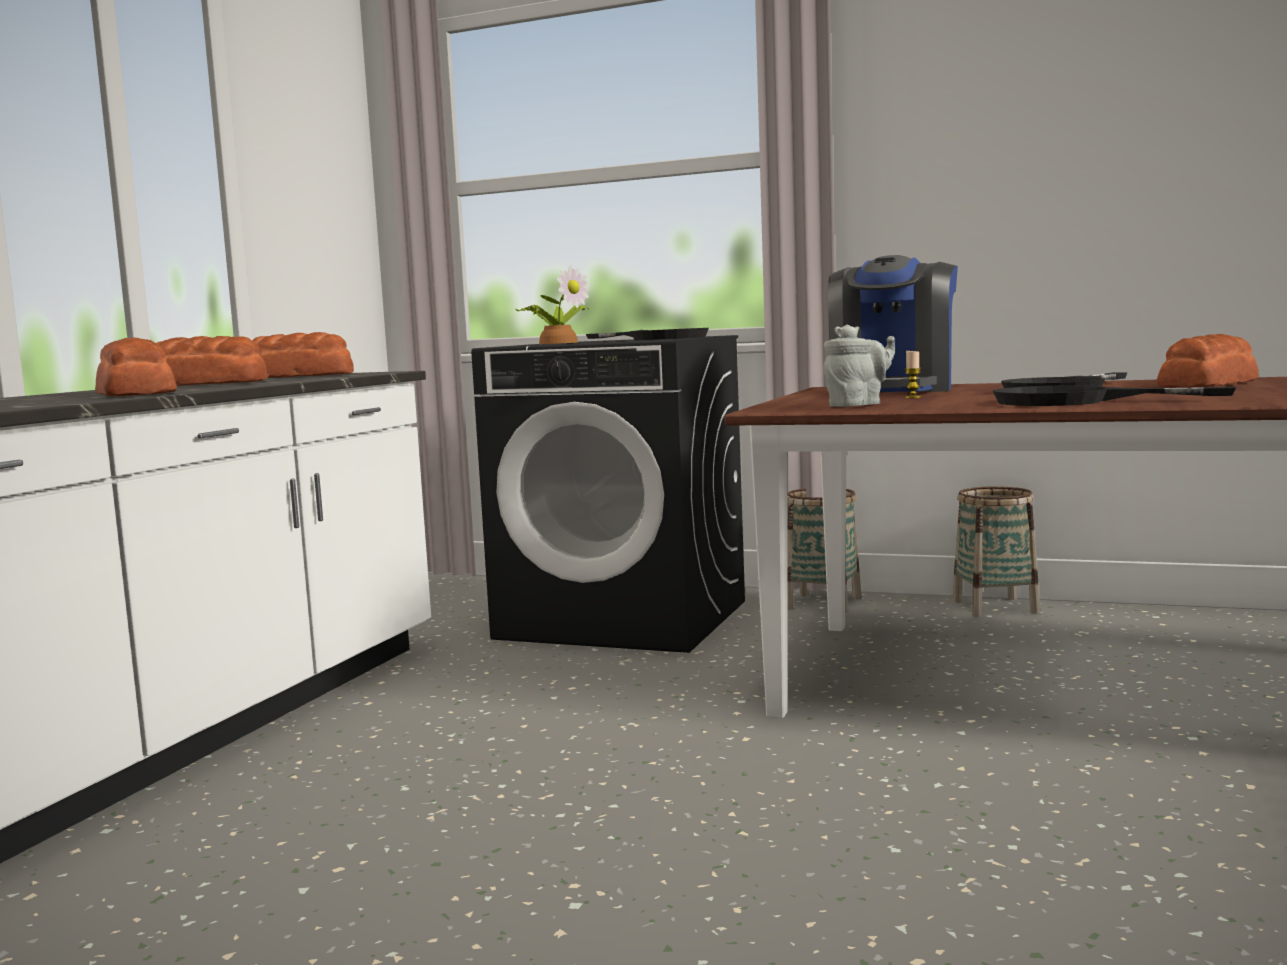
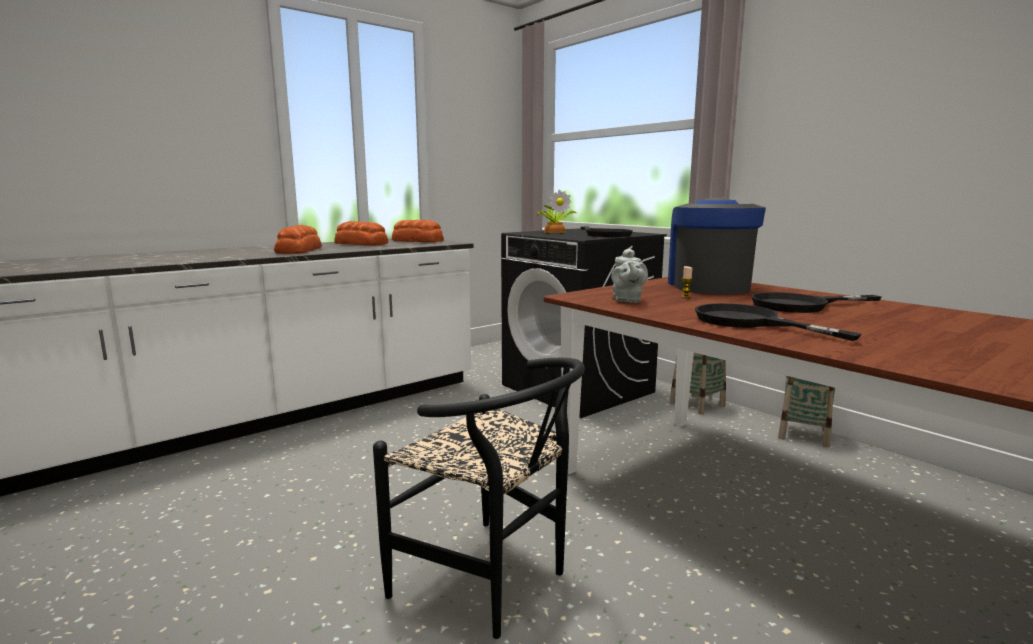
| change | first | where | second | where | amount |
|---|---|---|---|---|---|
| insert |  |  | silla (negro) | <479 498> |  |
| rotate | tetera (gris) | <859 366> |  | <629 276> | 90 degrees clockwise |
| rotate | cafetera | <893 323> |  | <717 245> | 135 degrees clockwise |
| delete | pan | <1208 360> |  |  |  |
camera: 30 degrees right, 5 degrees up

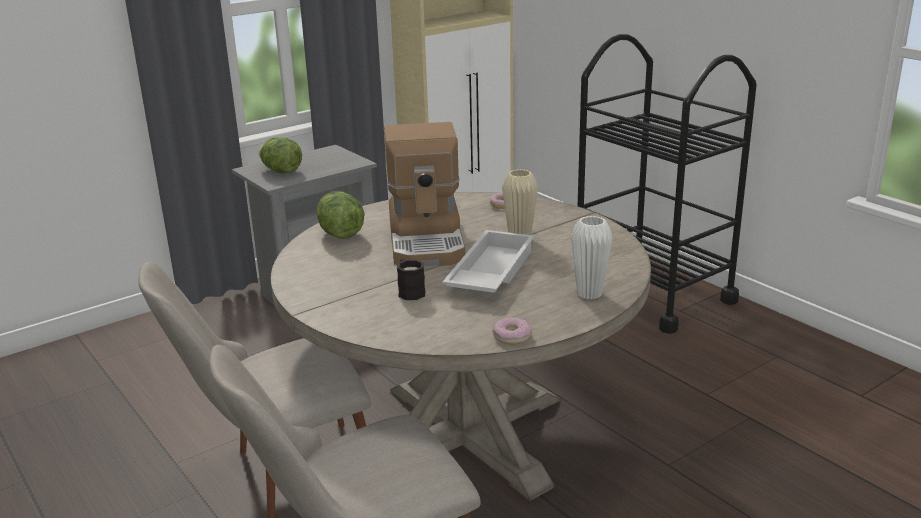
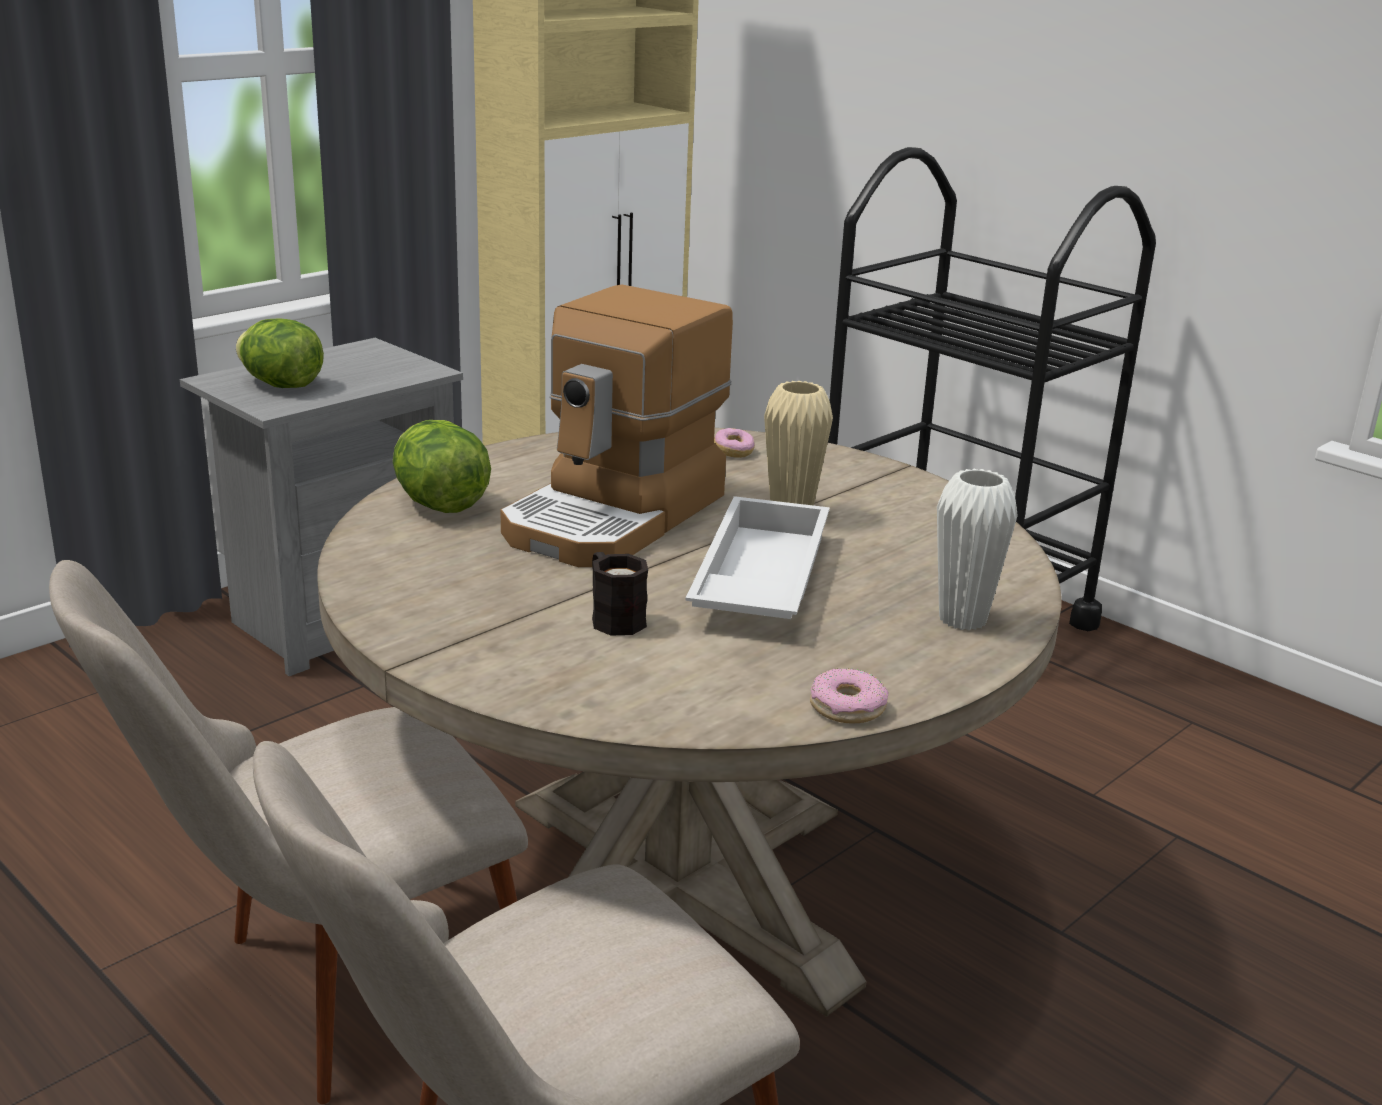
| change | first | where | second | where | amount |
|---|---|---|---|---|---|
| rotate | cafetera | <424 194> |  | <616 425> | 45 degrees clockwise |
camera: 10 degrees left, 0 degrees up

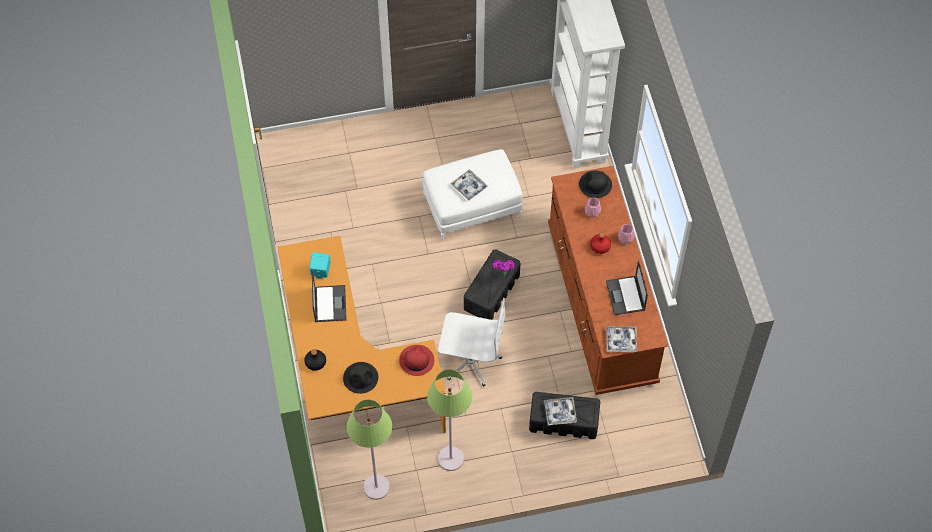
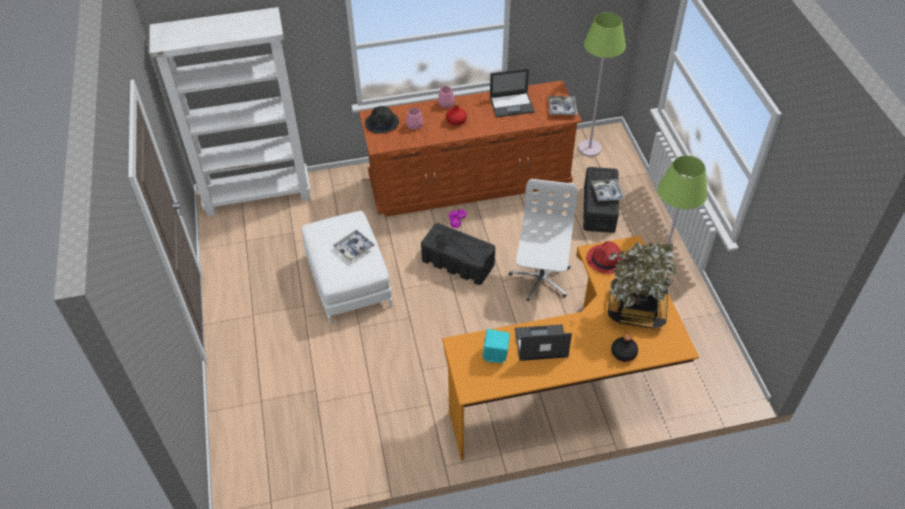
| change | first | where | second | where | amount |
|---|---|---|---|---|---|
| move | lámpara de pie (verde) | <369 450> |  | <602 84> |  |
| replace | sombrero (negro) | <360 378> | planta en maceta | <643 285> |  |
camera: 90 degrees left, 10 degrees down

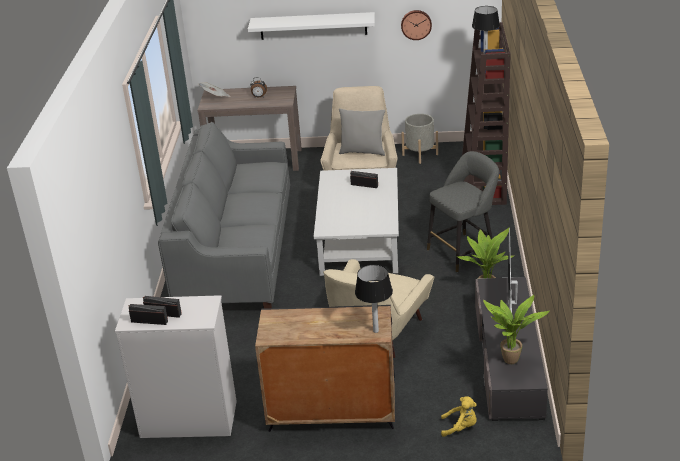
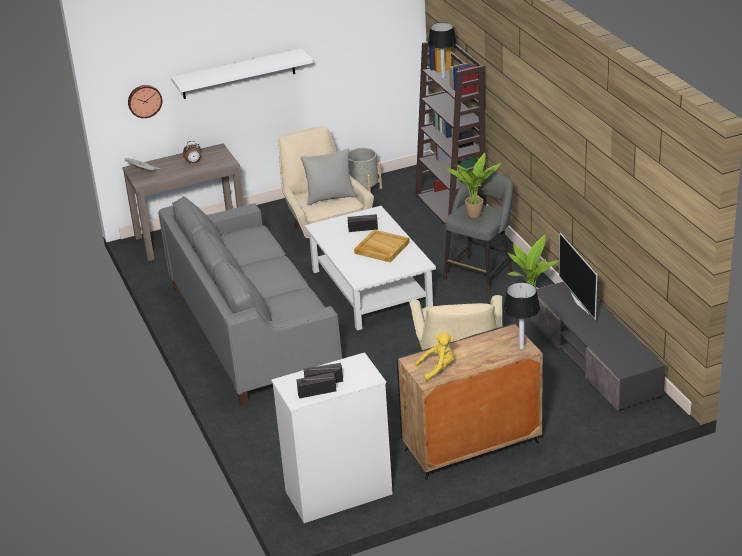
| change | first | where | second | where | amount |
|---|---|---|---|---|---|
| move | reloj de pared | <416 25> |  | <145 101> |  |
| insert |  |  | bandeja (beis) | <382 246> |  |
| move | peluche (amarillo) | <459 416> |  | <435 356> |  |
| move | planta en maceta | <516 329> |  | <473 186> |  |
camera: 25 degrees left, 0 degrees up

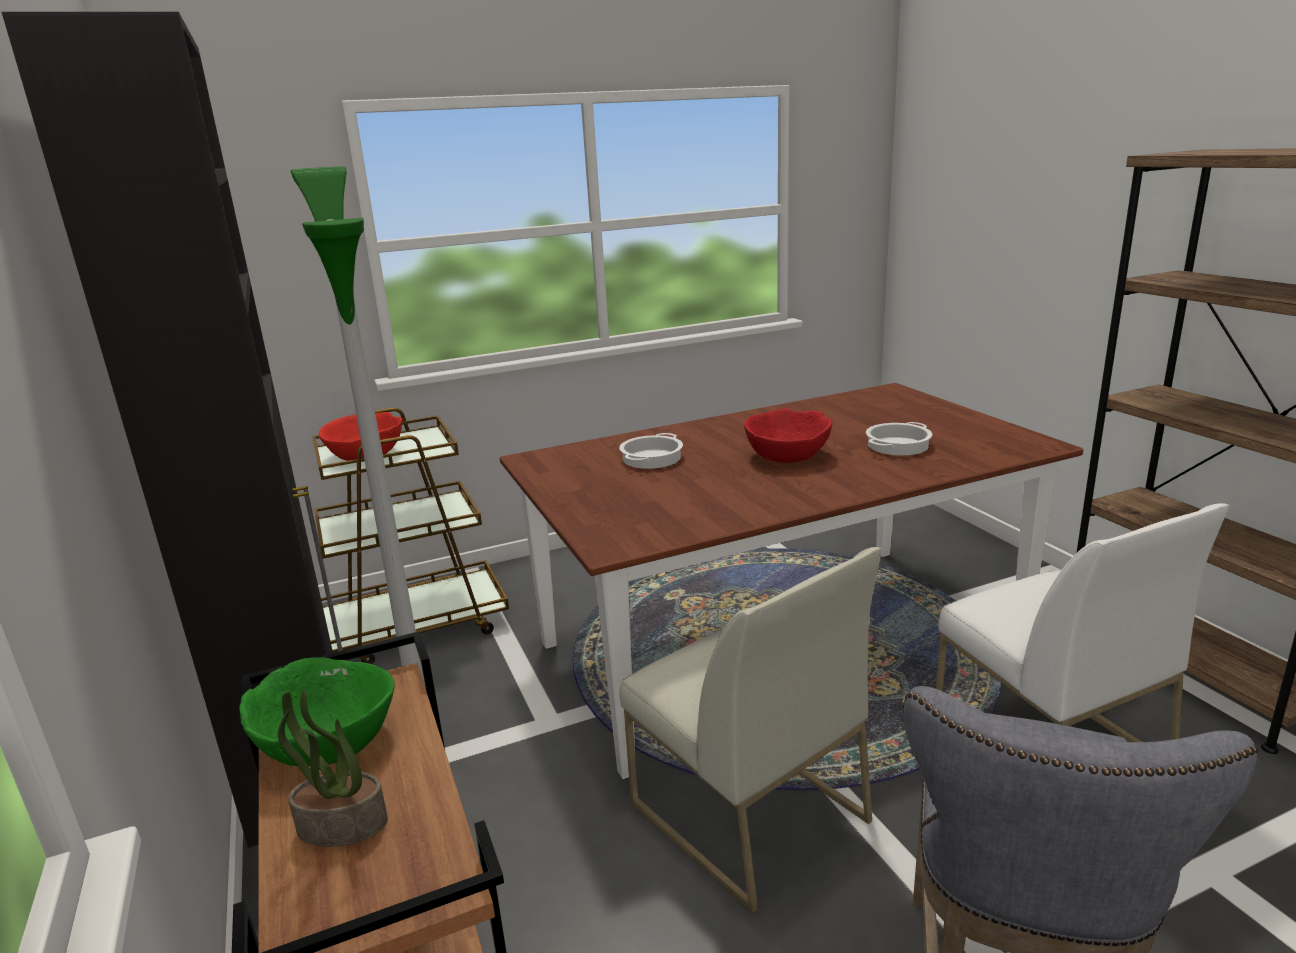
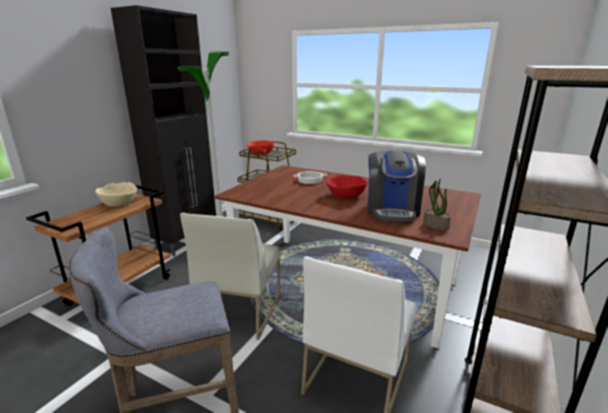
| change | first | where | second | where | amount |
|---|---|---|---|---|---|
| recolor | cuenco (verde) | <317 711> | cuenco (beis) | <116 194> |  |
| replace | olla | <899 438> | cafetera | <397 186> |  |
| move | planta en maceta | <333 768> |  | <437 204> |  |
camera: 50 degrees right, 0 degrees up

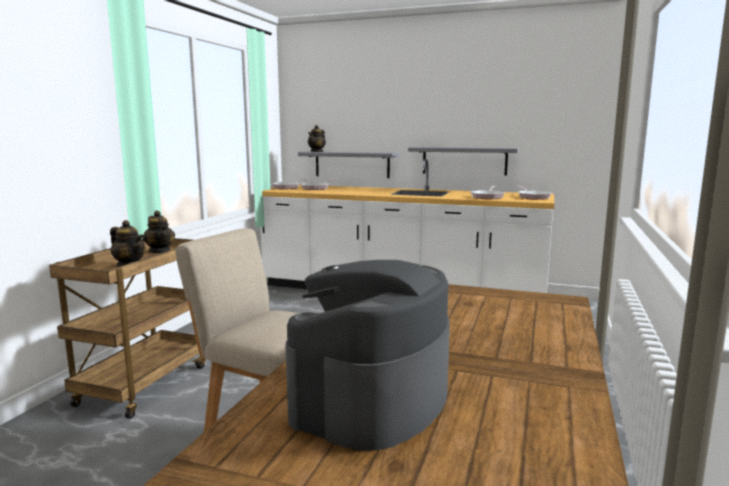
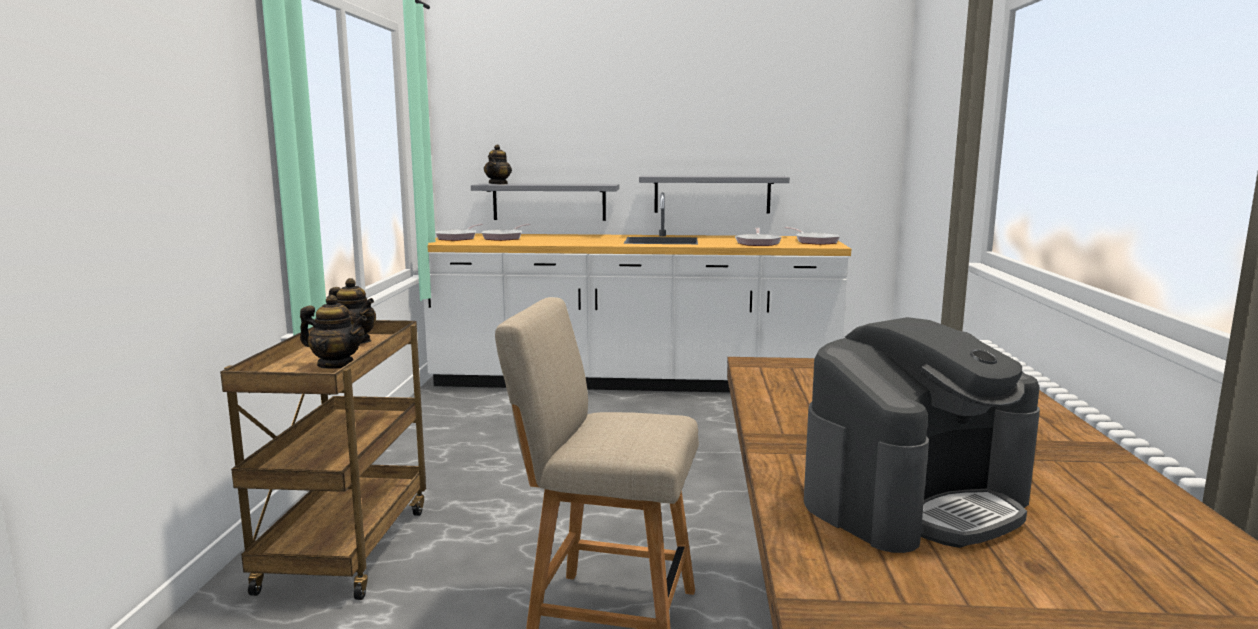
| change | first | where | second | where | amount |
|---|---|---|---|---|---|
| rotate | cafetera | <367 355> |  | <922 435> | 135 degrees counterclockwise |
camera: 15 degrees left, 0 degrees up

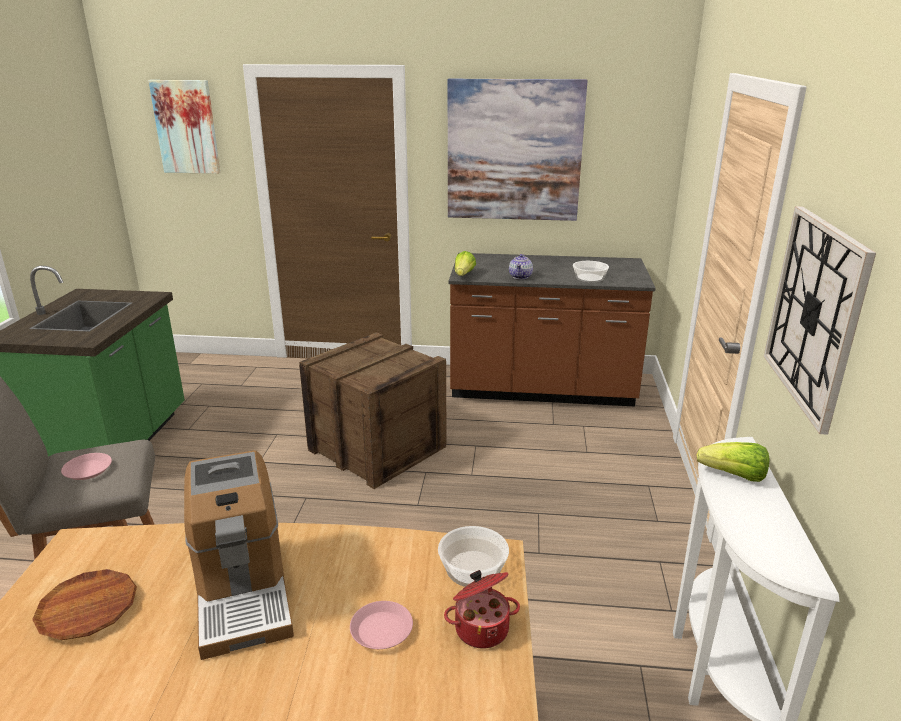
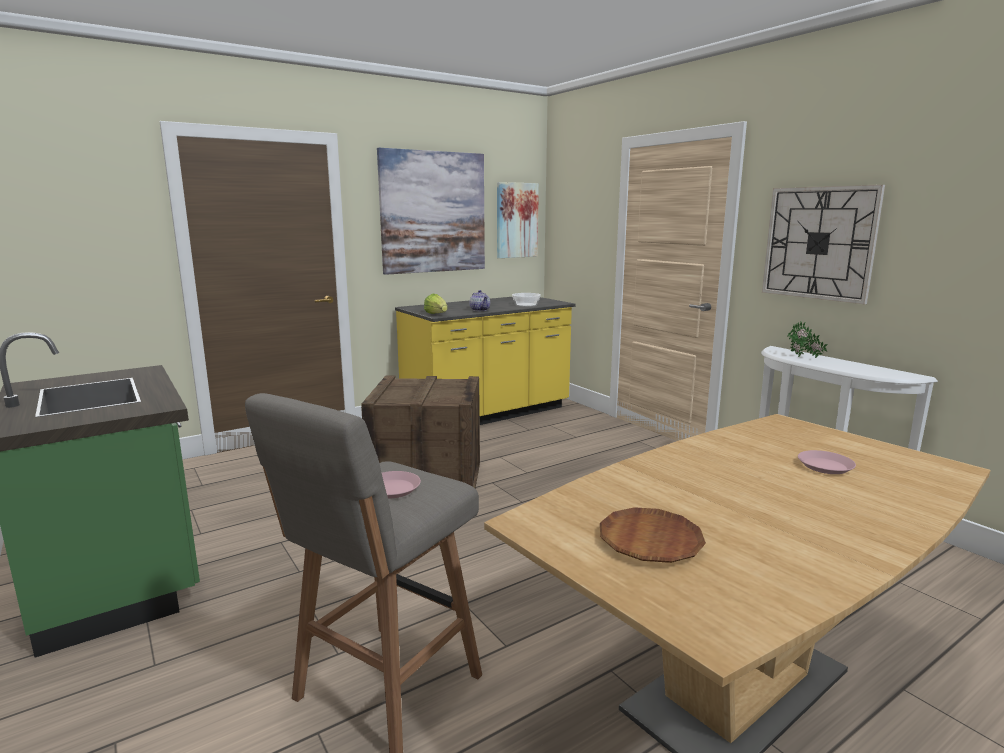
| change | first | where | second | where | amount |
|---|---|---|---|---|---|
| recolor | mueble bajo de cocina (marrón) | <552 329> | mueble bajo de cocina (amarillo) | <485 361> |  |
| move | cuadro | <184 127> |  | <518 220> |  |
| replace | lechuga | <733 462> | planta en maceta | <807 339> |  |
| delete | cafetera | <239 555> |  |  |  |
| delete | cuenco | <473 556> |  |  |  |
| delete | olla | <482 609> |  |  |  |
camera: 40 degrees left, 10 degrees down

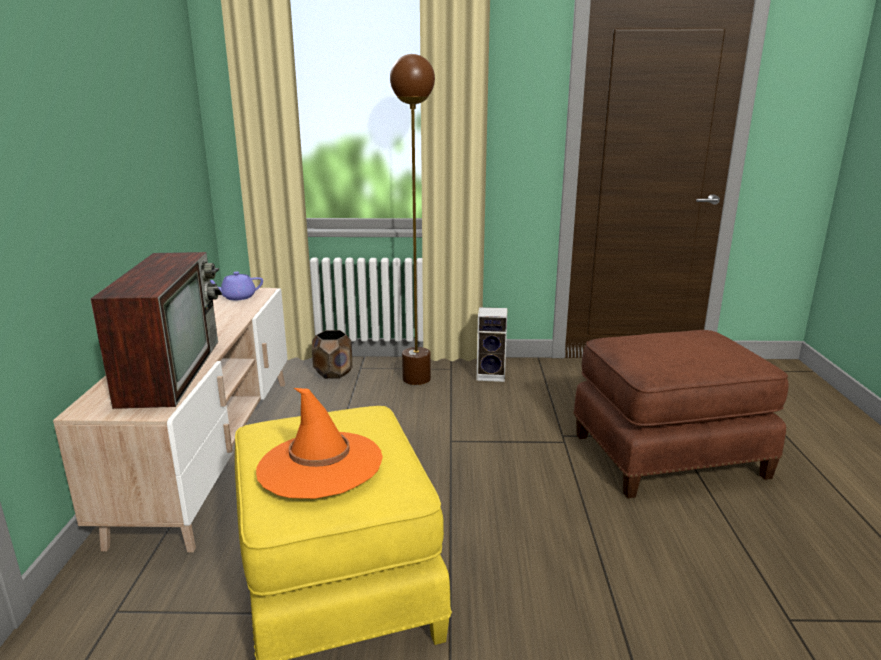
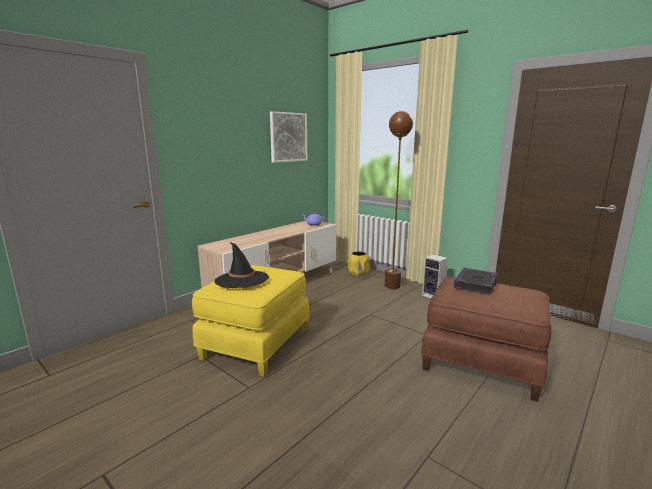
| change | first | where | second | where | amount |
|---|---|---|---|---|---|
| recolor | sombrero (naranja) | <319 443> | sombrero (negro) | <242 265> |  |
| insert |  |  | cuadro | <288 137> |  |
| recolor | maceta (marrón) | <332 354> | maceta (amarillo) | <359 263> |  |
| insert |  |  | libro | <476 281> |  |
| delete | televisor | <156 330> |  |  |  |
camera: 40 degrees right, 5 degrees down

